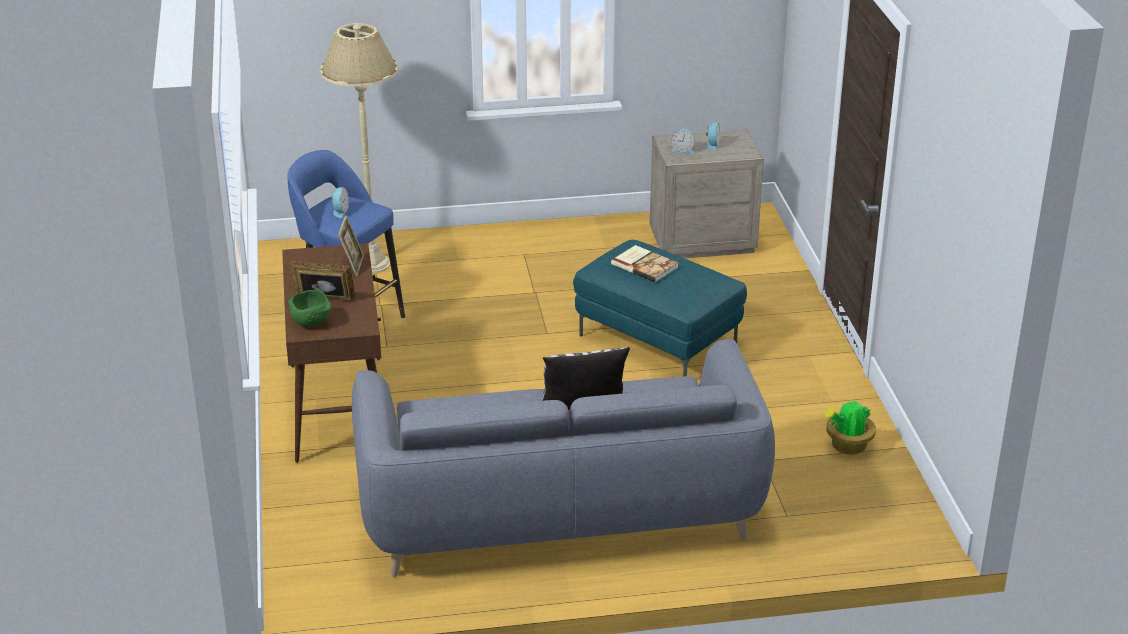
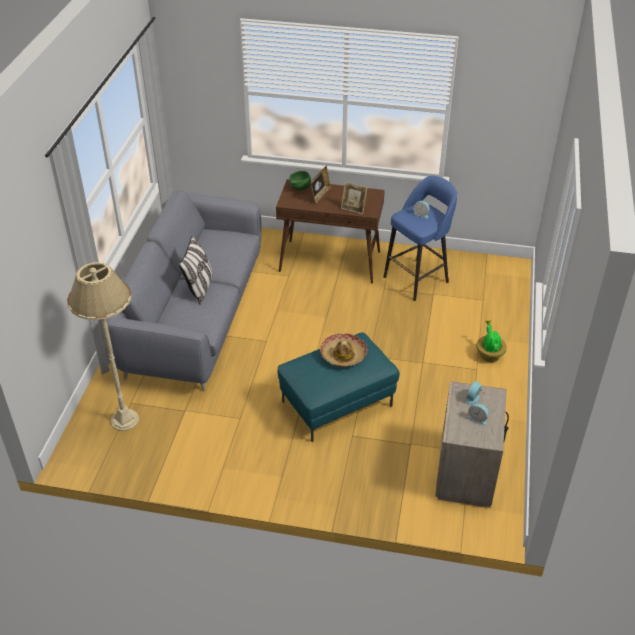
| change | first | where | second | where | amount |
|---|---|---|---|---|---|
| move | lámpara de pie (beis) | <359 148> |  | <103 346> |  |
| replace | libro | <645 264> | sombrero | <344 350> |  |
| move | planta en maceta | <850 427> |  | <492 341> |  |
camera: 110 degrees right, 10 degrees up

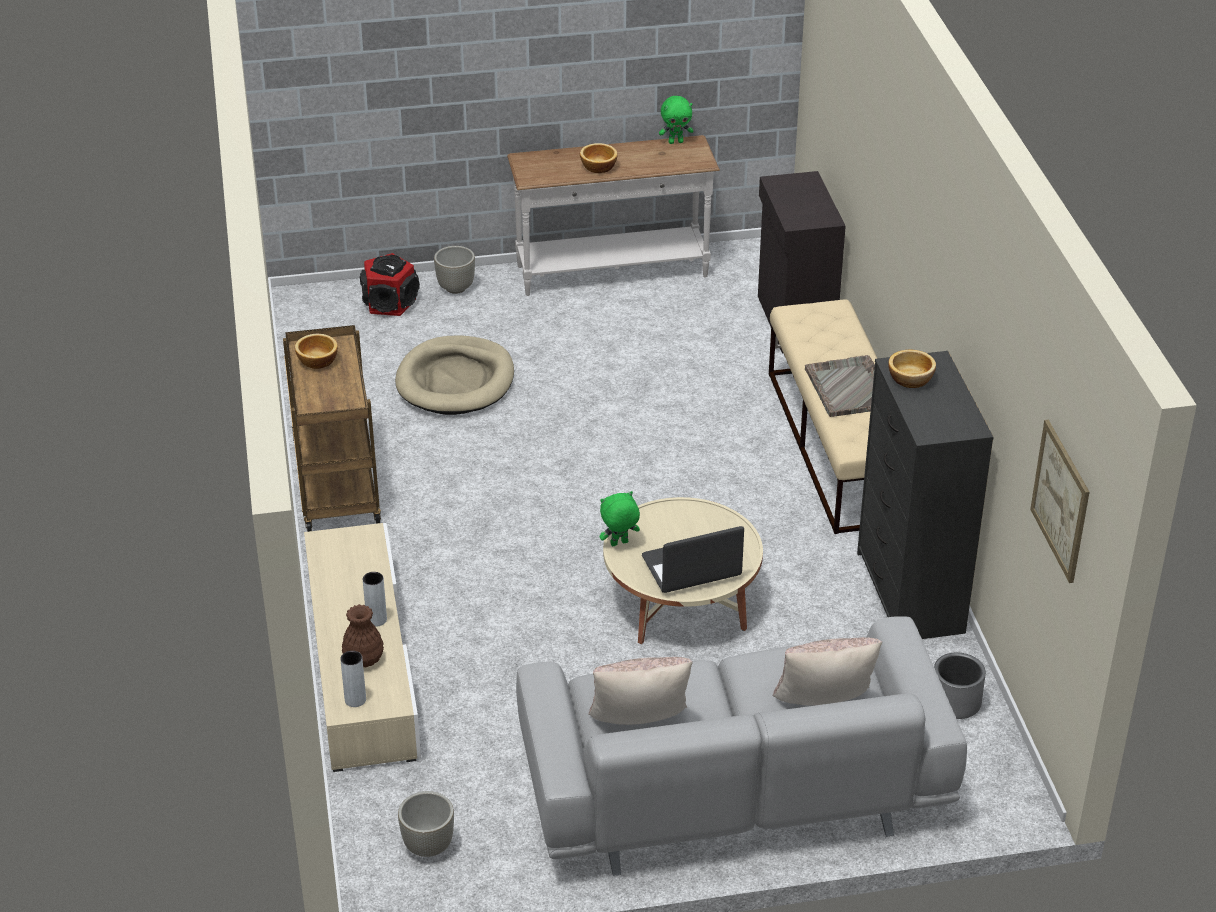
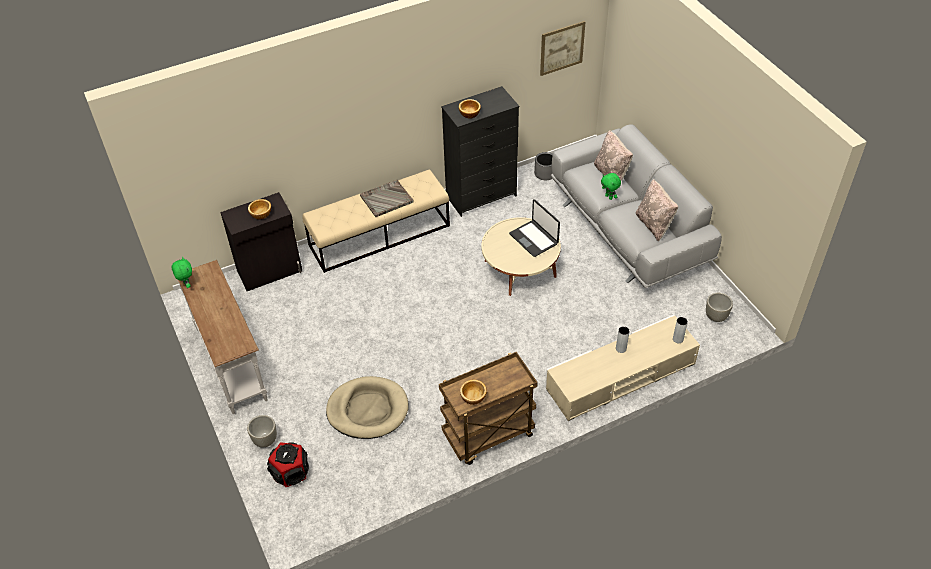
| change | first | where | second | where | amount |
|---|---|---|---|---|---|
| move | cuenco | <599 158> |  | <259 209> |  |
| move | peluche (verde) | <620 518> |  | <611 186> |  |
| delete | florero (marrón) | <363 635> |  |  |  |
camera: 105 degrees left, 10 degrees up

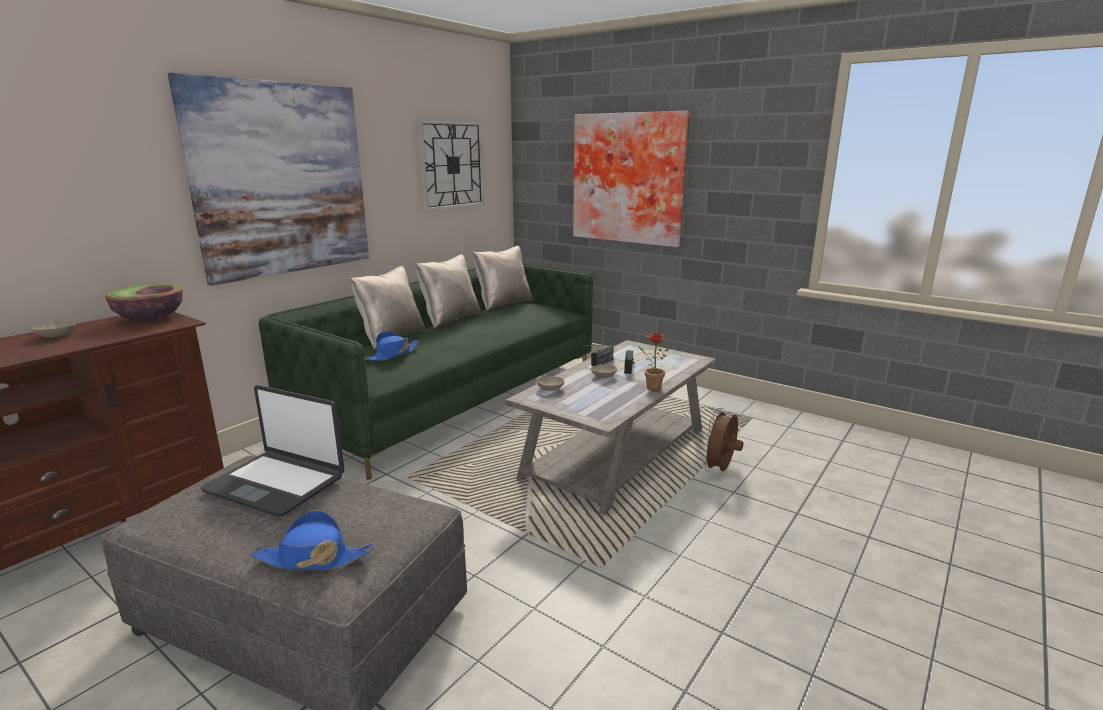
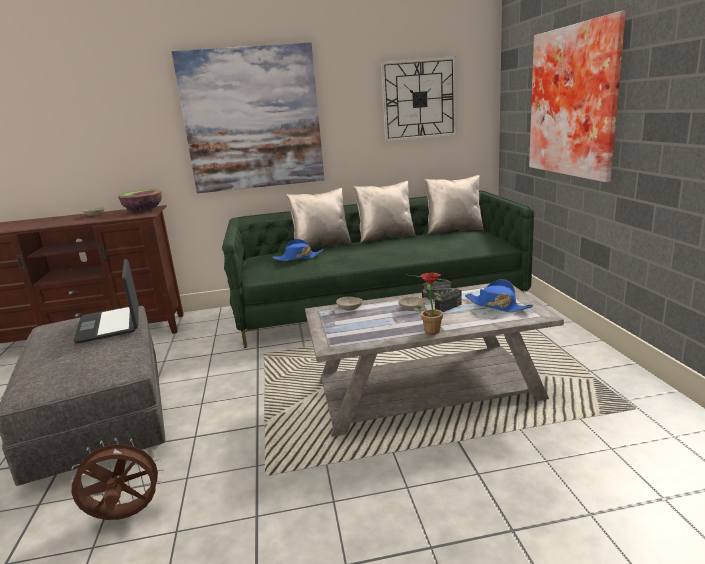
| change | first | where | second | where | amount |
|---|---|---|---|---|---|
| move | ventilador (marrón) | <722 440> |  | <117 479> |  |
| move | sombrero (azul) | <312 540> |  | <499 295> |  |
camera: 45 degrees right, 0 degrees up

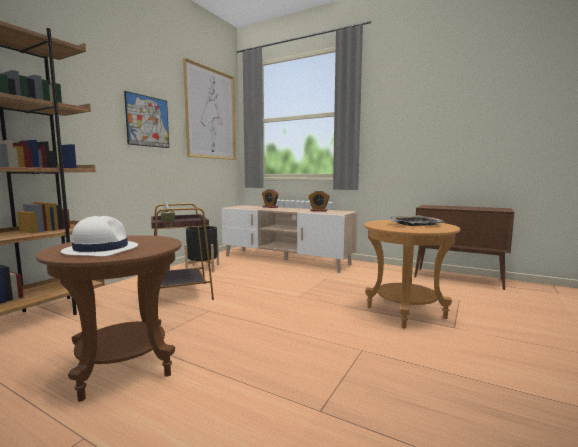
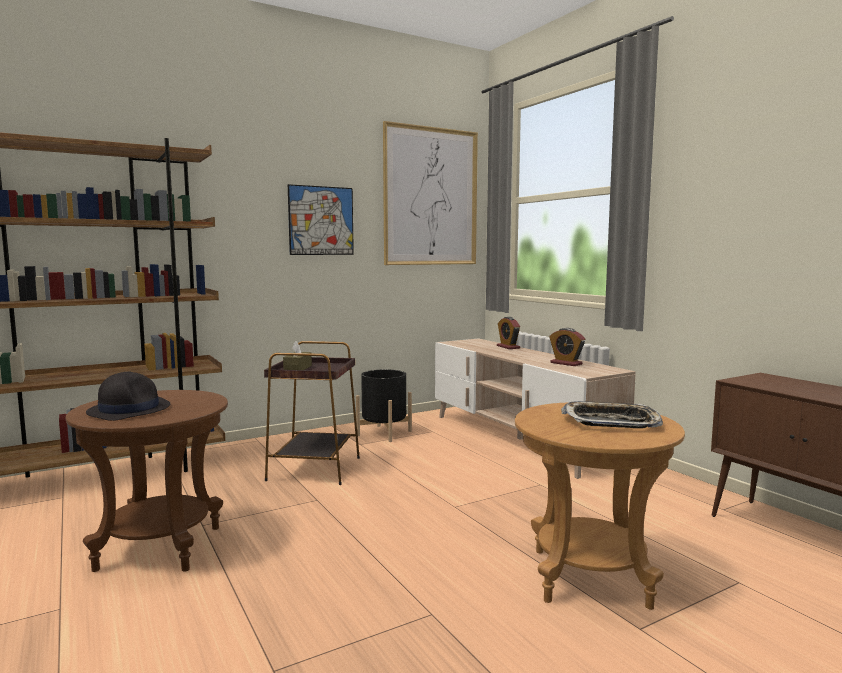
| change | first | where | second | where | amount |
|---|---|---|---|---|---|
| recolor | sombrero (blanco) | <99 236> | sombrero (negro) | <128 396> |  |
camera: 30 degrees right, 0 degrees up

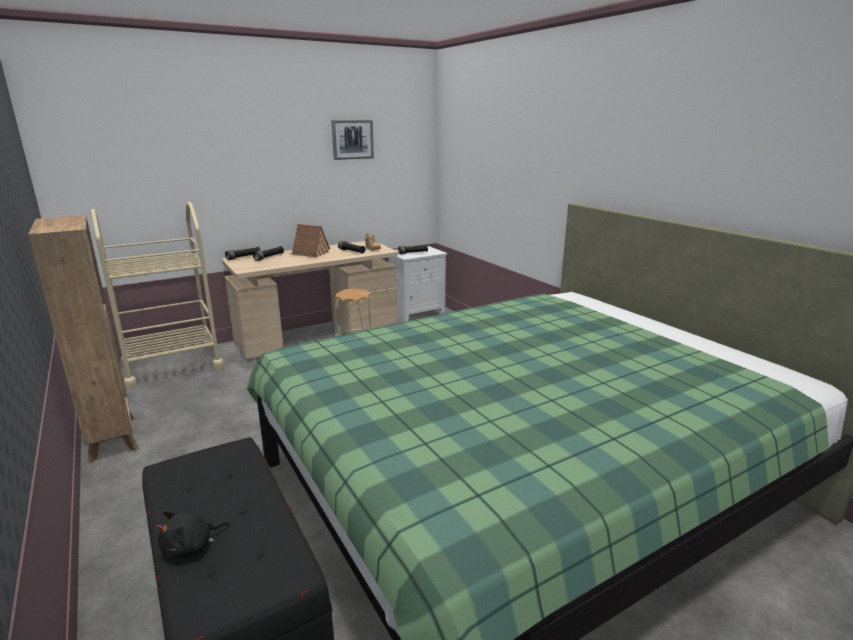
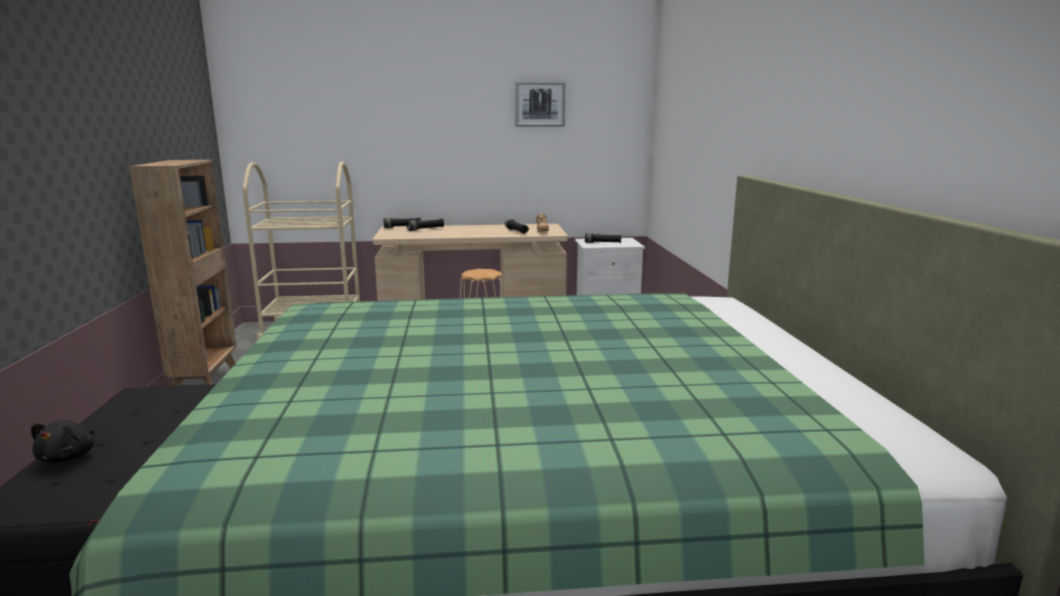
| change | first | where | second | where | amount |
|---|---|---|---|---|---|
| rotate | peluche (negro) | <193 534> |  | <62 441> | 75 degrees counterclockwise |
| delete | casita | <310 240> |  |  |  |
camera: 25 degrees right, 5 degrees down

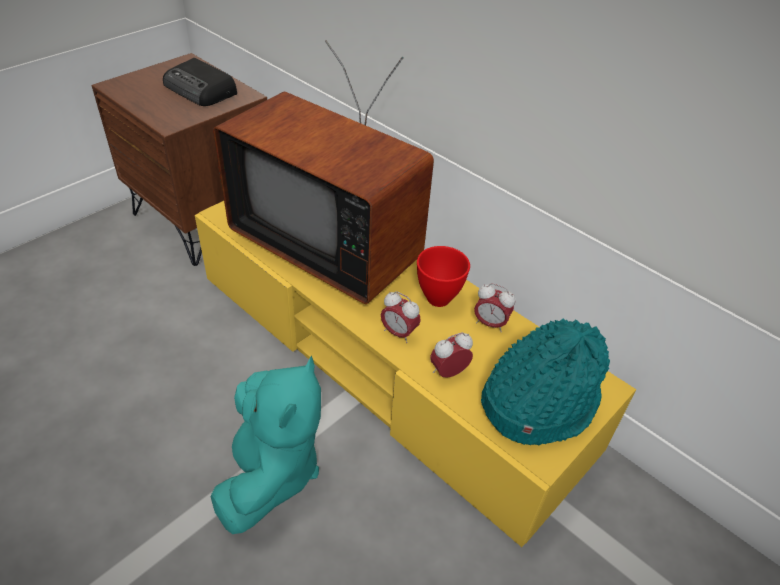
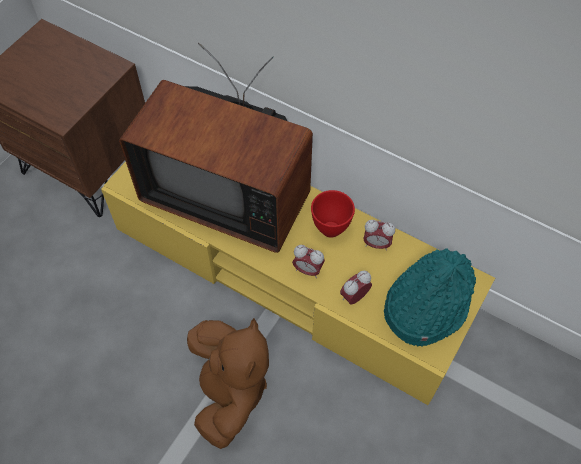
| change | first | where | second | where | amount |
|---|---|---|---|---|---|
| recolor | peluche (turquesa) | <265 445> | peluche (marrón) | <228 383> |  |
| delete | radio | <200 82> |  |  |  |
camera: 10 degrees left, 15 degrees up

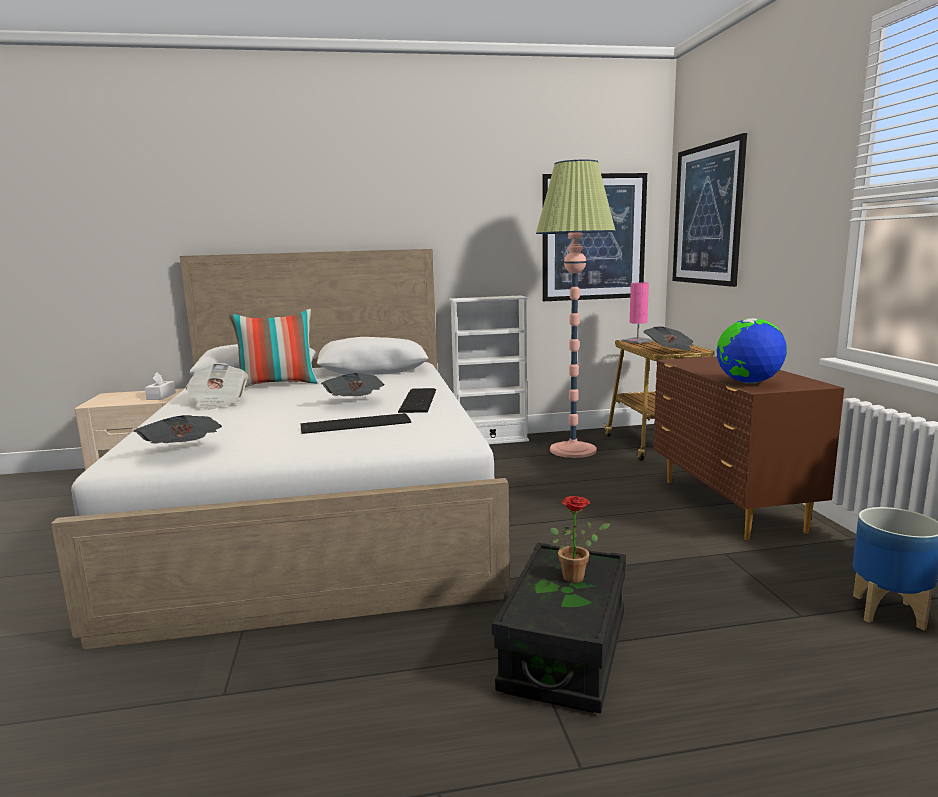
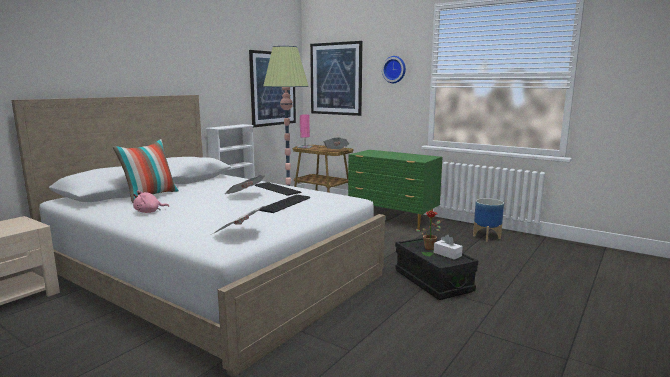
| change | first | where | second | where | amount |
|---|---|---|---|---|---|
| replace | periódico | <216 386> | peluche (rosa) | <151 201> |  |
| recolor | cómoda (marrón) | <748 448> | cómoda (verde) | <395 189> |  |
| insert |  |  | reloj de pared | <394 69> |  |
| move | caja de pañuelos (blanco) | <160 386> |  | <448 247> |  |
| delete | globo terráqueo | <751 350> |  |  |  |
camera: 45 degrees left, 0 degrees up

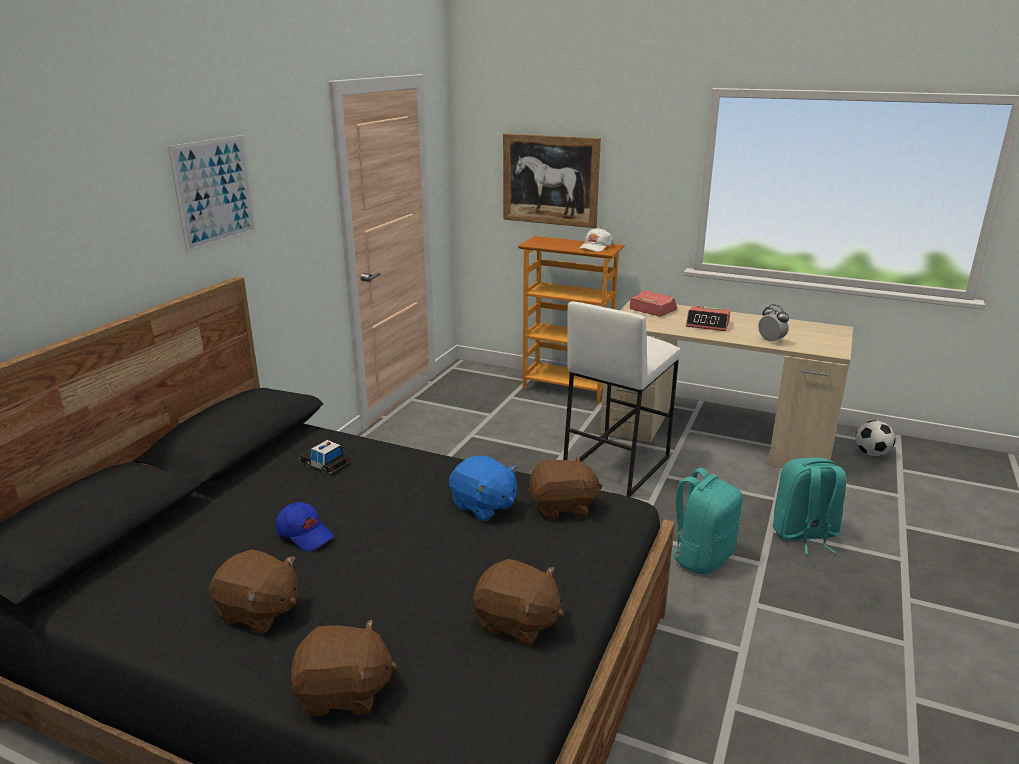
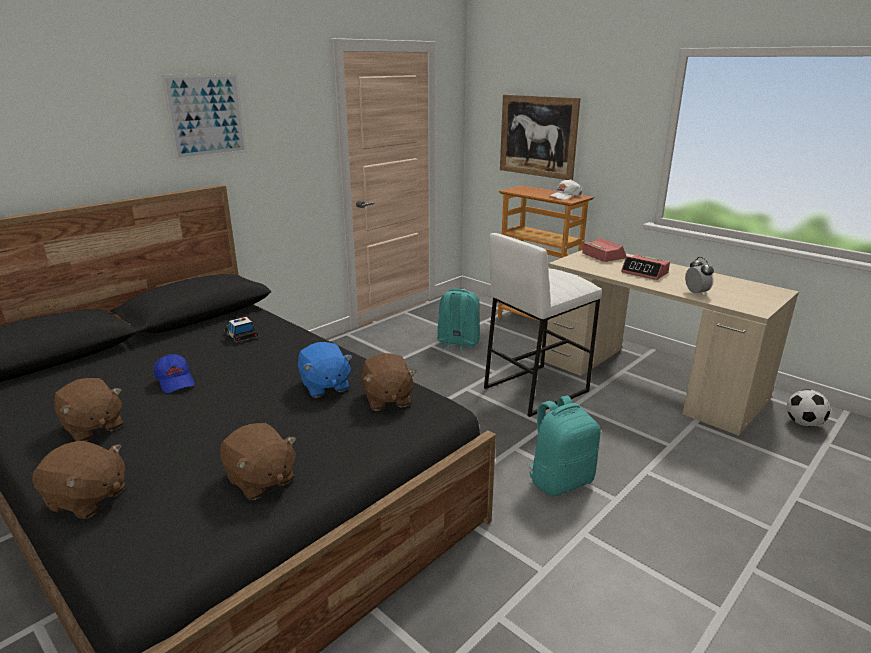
| change | first | where | second | where | amount |
|---|---|---|---|---|---|
| rotate | peluche (marrón) | <565 487> |  | <388 382> | 60 degrees clockwise |
| move | mochila (turquesa) | <809 506> |  | <458 321> |  |
camera: 20 degrees right, 0 degrees up

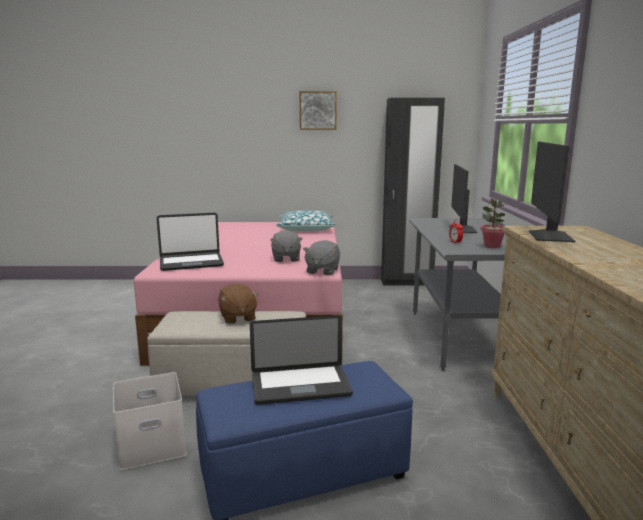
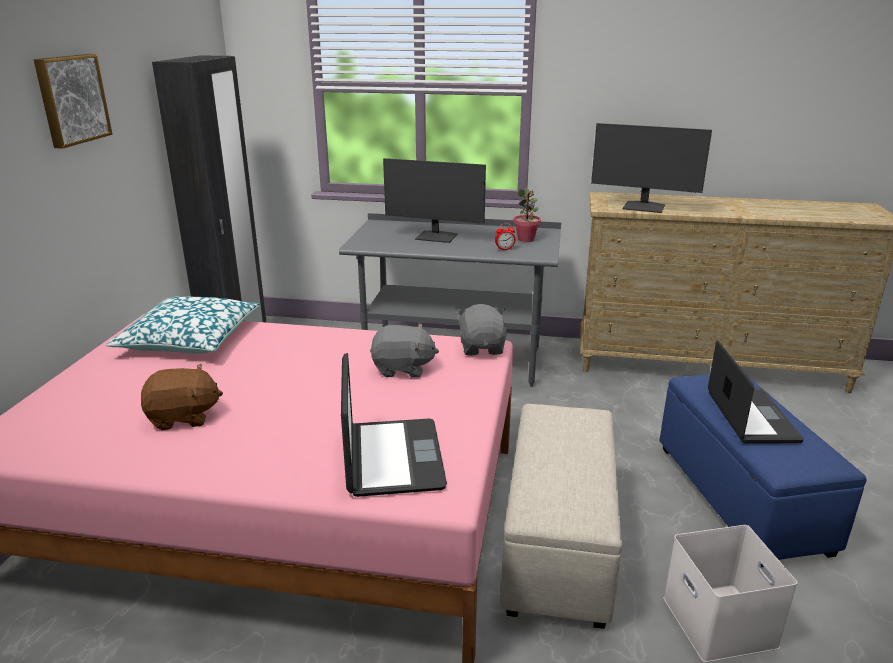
| change | first | where | second | where | amount |
|---|---|---|---|---|---|
| move | peluche (marrón) | <238 304> |  | <182 397> |  |
| rotate | peluche (gris) | <321 257> |  | <481 329> | 120 degrees counterclockwise |
camera: 80 degrees left, 10 degrees up

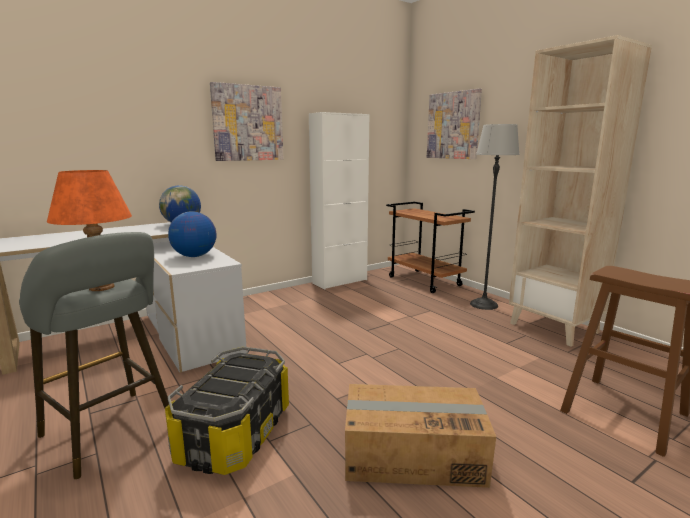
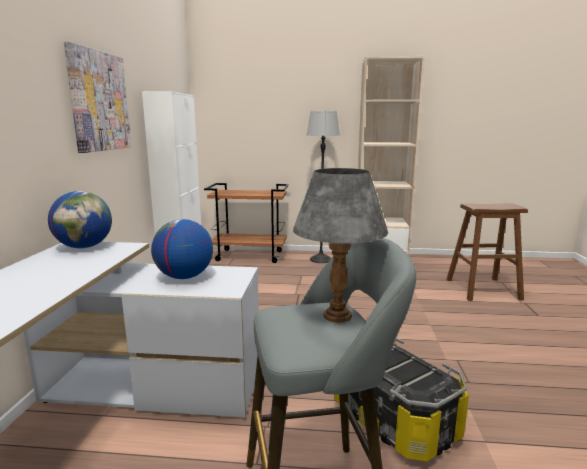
| change | first | where | second | where | amount |
|---|---|---|---|---|---|
| recolor | lámpara de mesa (naranja) | <89 230> | lámpara de mesa (gris) | <340 245> |  |
| delete | caja de cartón | <420 436> |  |  |  |
| delete | cuadro | <454 123> |  |  |  |
camera: 50 degrees left, 0 degrees up

